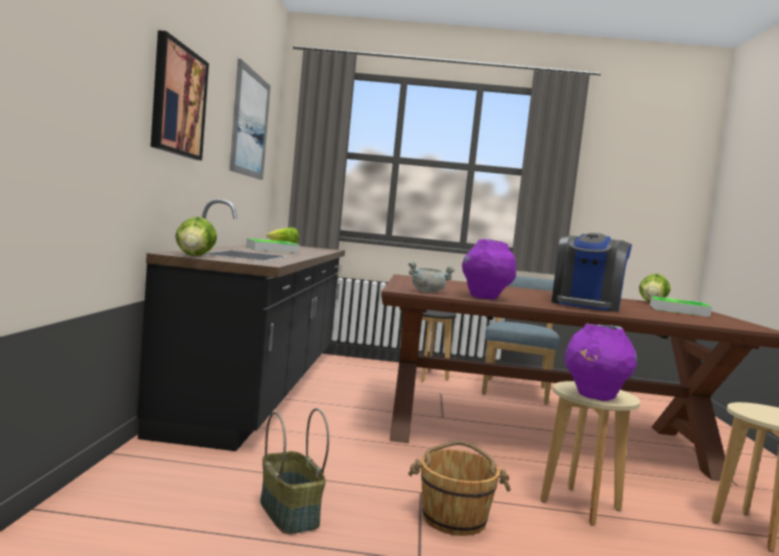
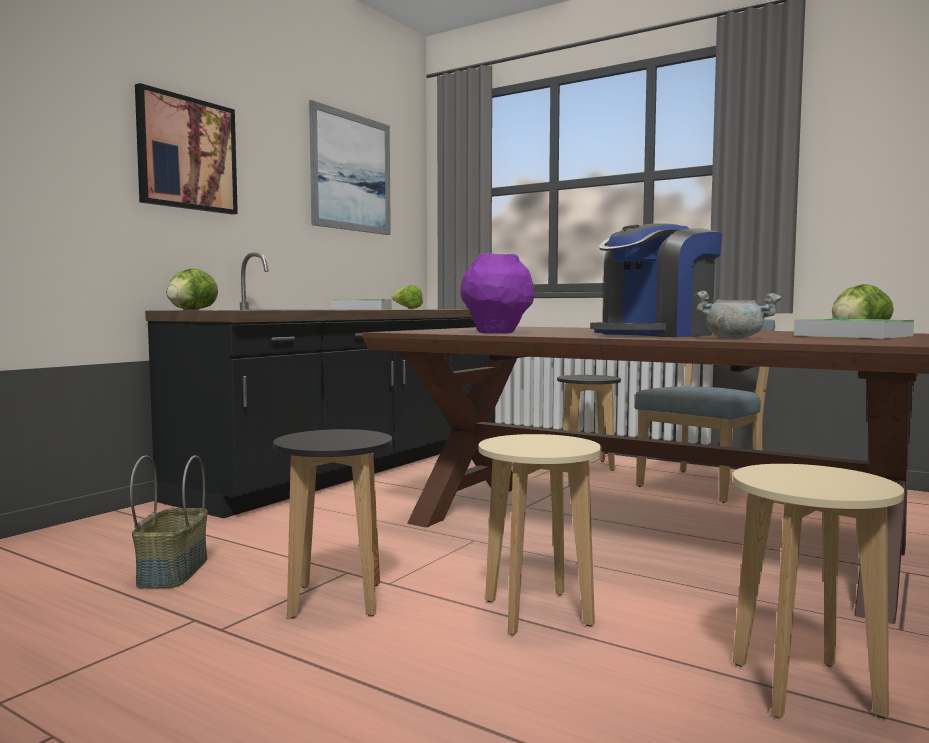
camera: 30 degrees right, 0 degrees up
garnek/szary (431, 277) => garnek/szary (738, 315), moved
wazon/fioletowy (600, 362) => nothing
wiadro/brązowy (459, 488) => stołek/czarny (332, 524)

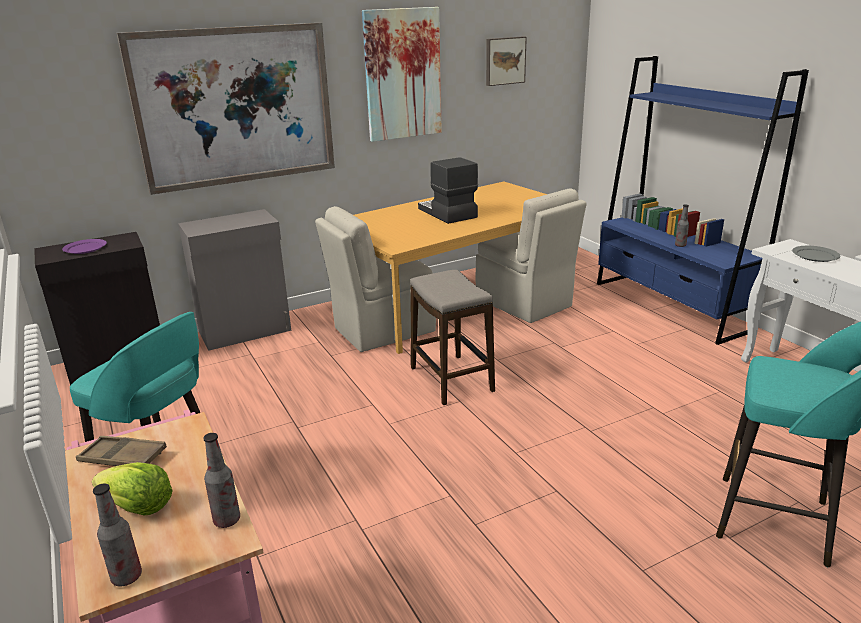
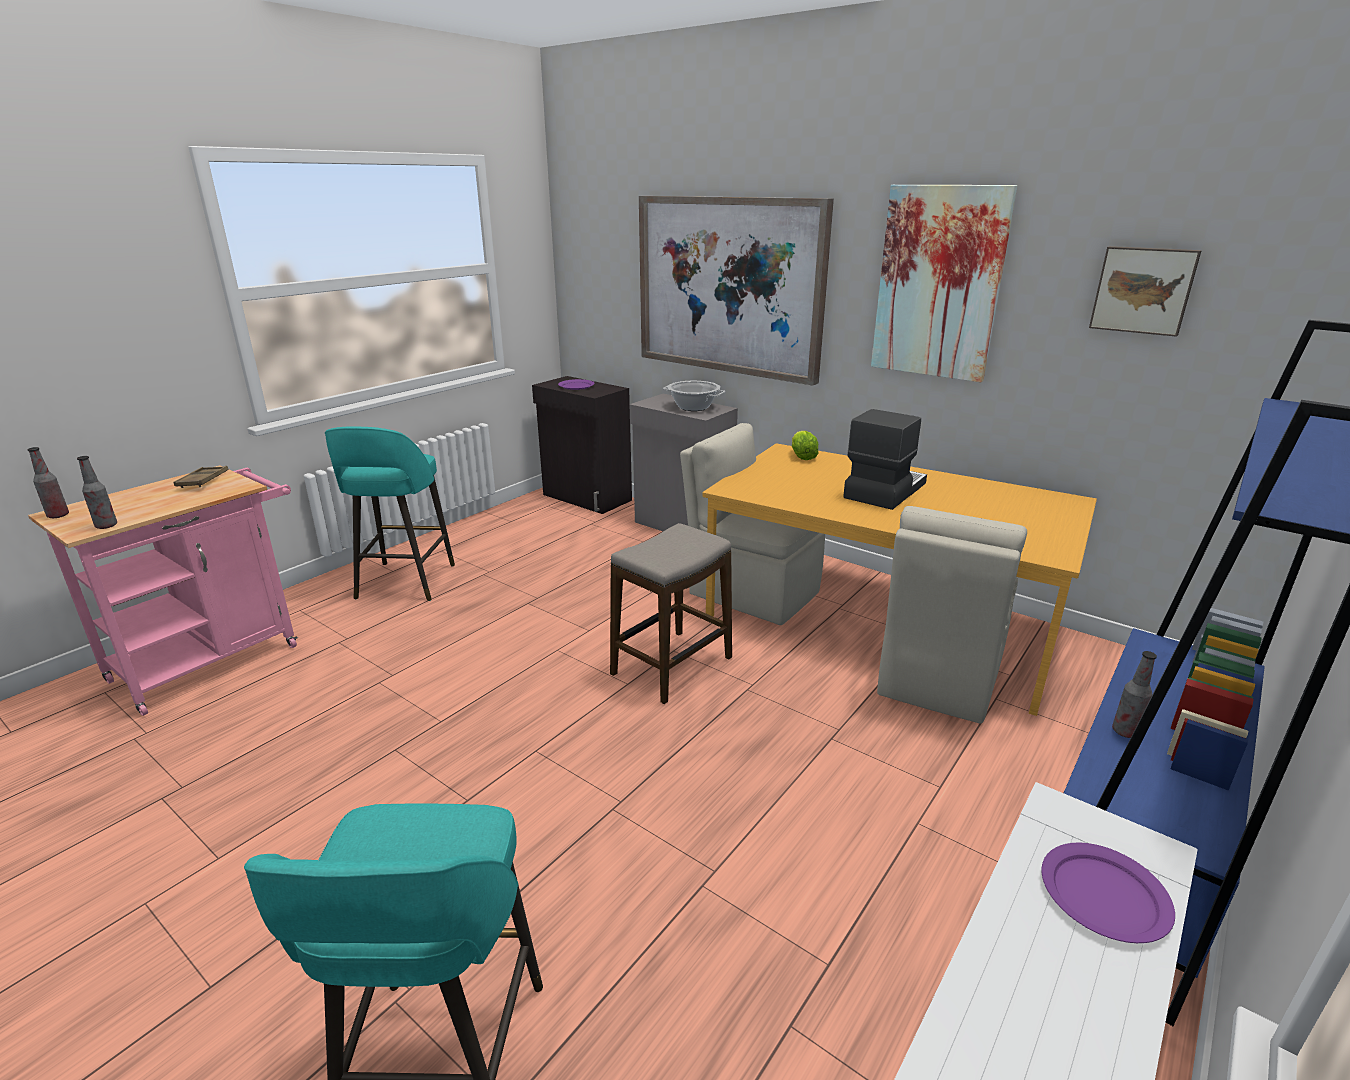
camera: 65 degrees right, 0 degrees up
talerz/szary (816, 254) => talerz/fioletowy (1108, 893)
sałata (132, 489) => sałata (805, 445), moved
nothing => garnek (694, 396)

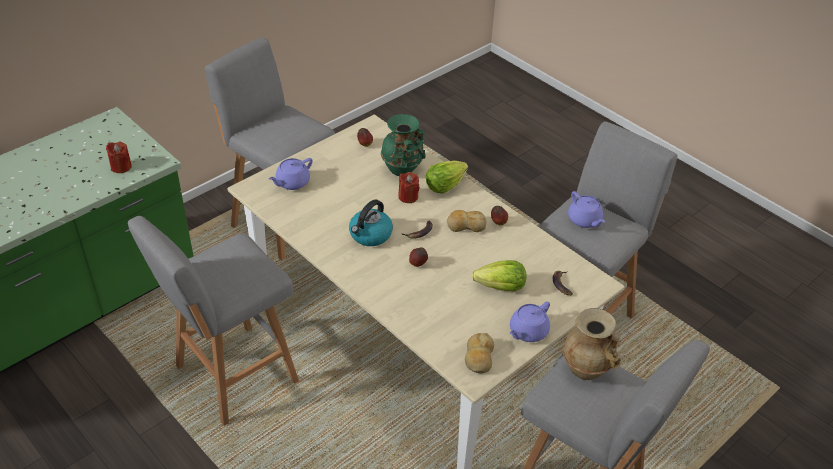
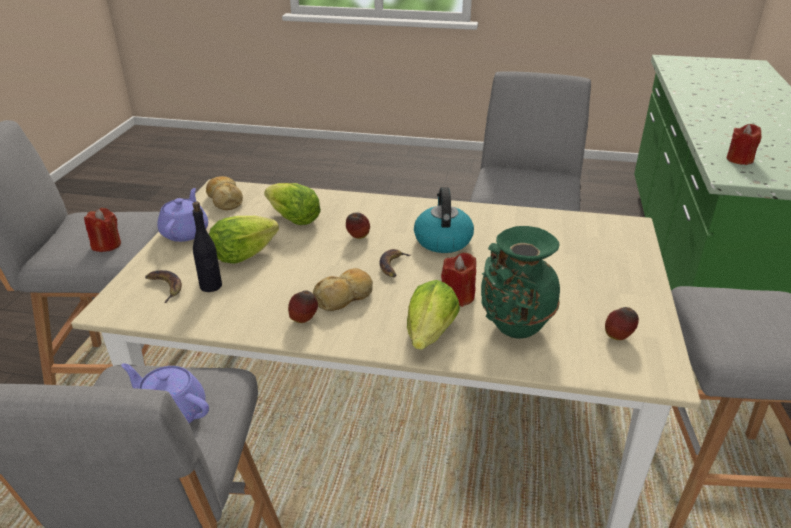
camera: 145 degrees right, 10 degrees down
imbryk/fioletowy (291, 174) => nothing
wazon/beżowy (592, 344) => świeca/czerwony (102, 230)
nothing => sałata (292, 204)
nothing => butelka/czarny (207, 247)

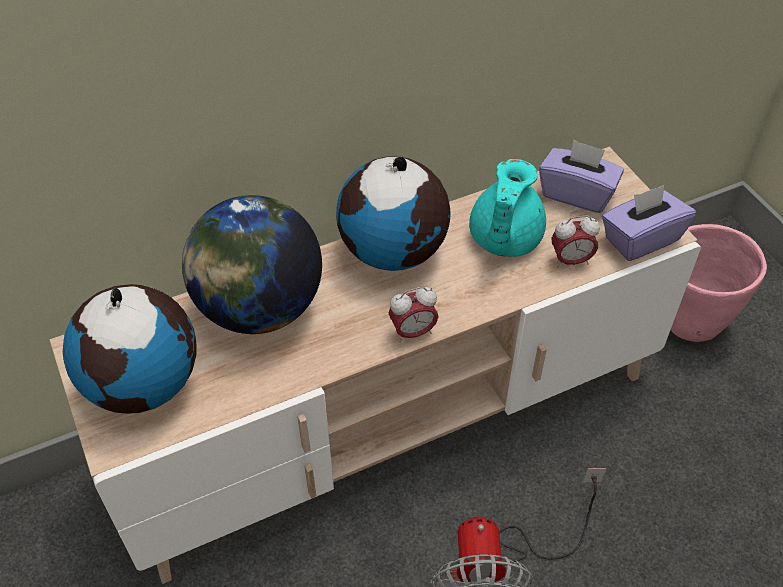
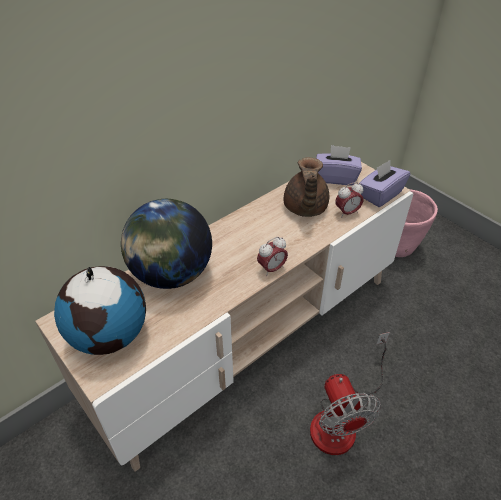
camera: 15 degrees left, 5 degrees down
globus (393, 213) => nothing
imbryk/turkusowy (507, 208) => imbryk/brązowy (306, 187)

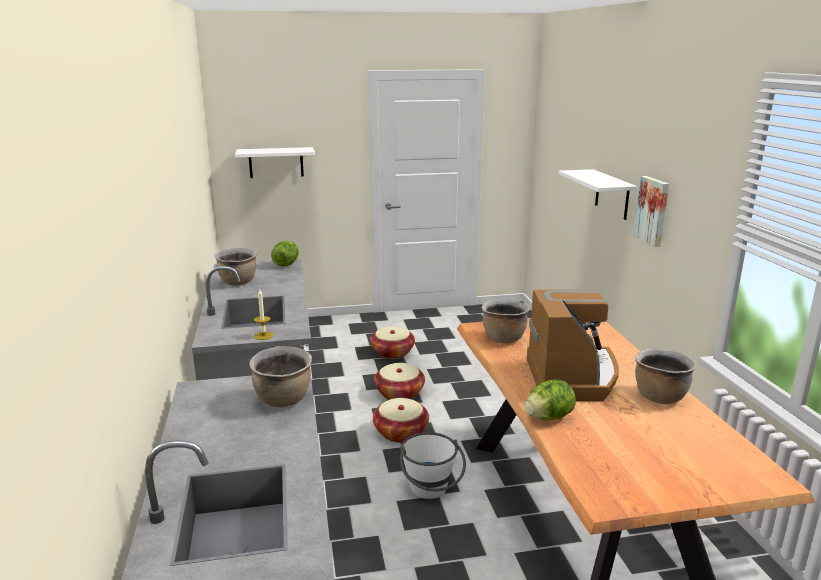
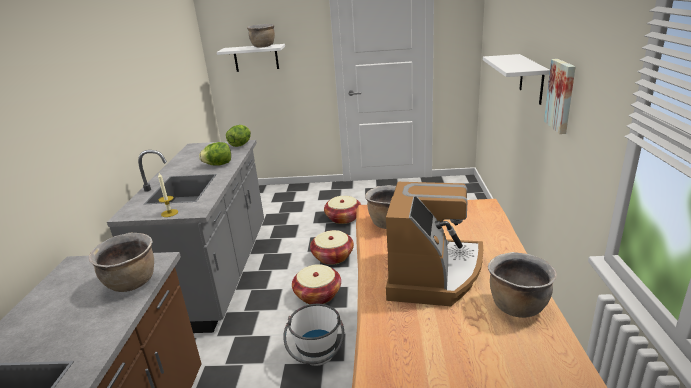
camera: 15 degrees right, 5 degrees up
garnek/brązowy (236, 266) => garnek/brązowy (261, 36), moved
sałata (550, 399) => sałata (215, 153), moved

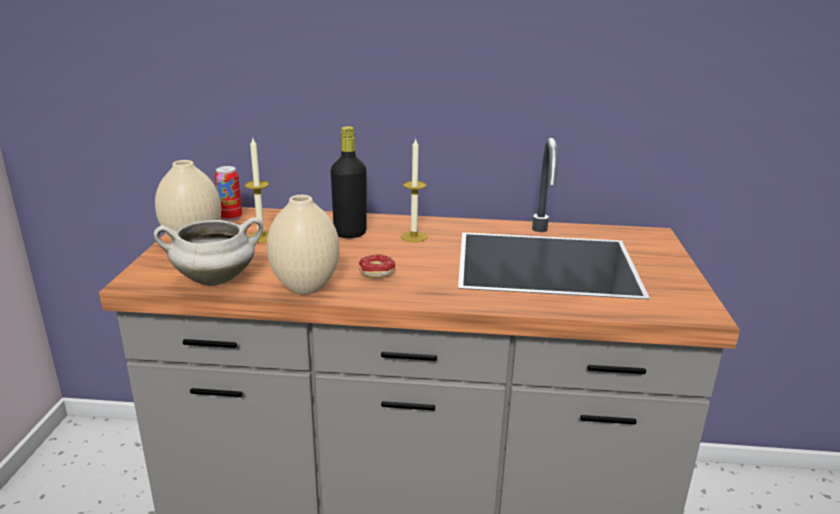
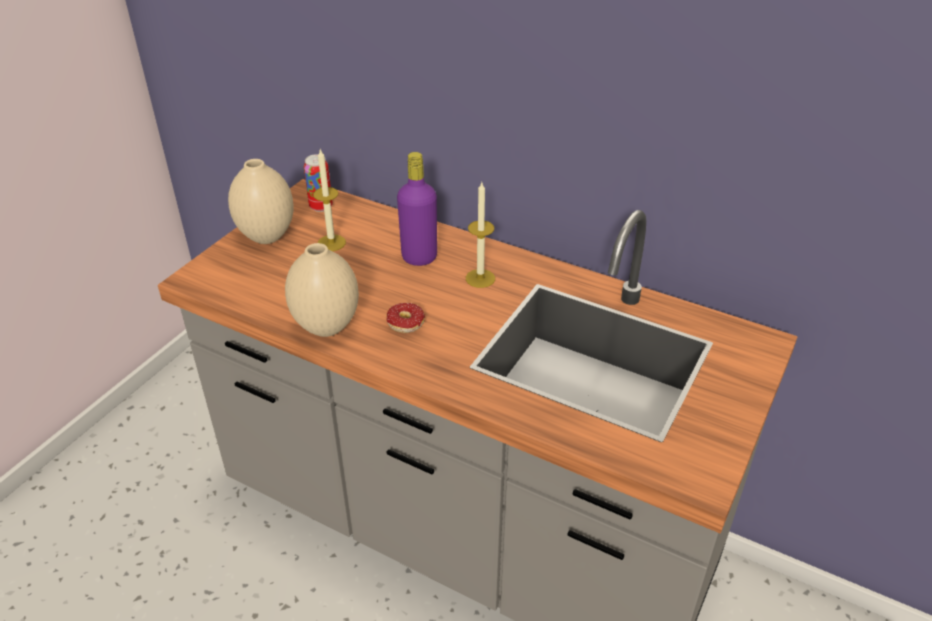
camera: 25 degrees right, 15 degrees up
butelka/czarny (349, 182) => butelka/fioletowy (417, 209)
garnek/biały (208, 252) => nothing

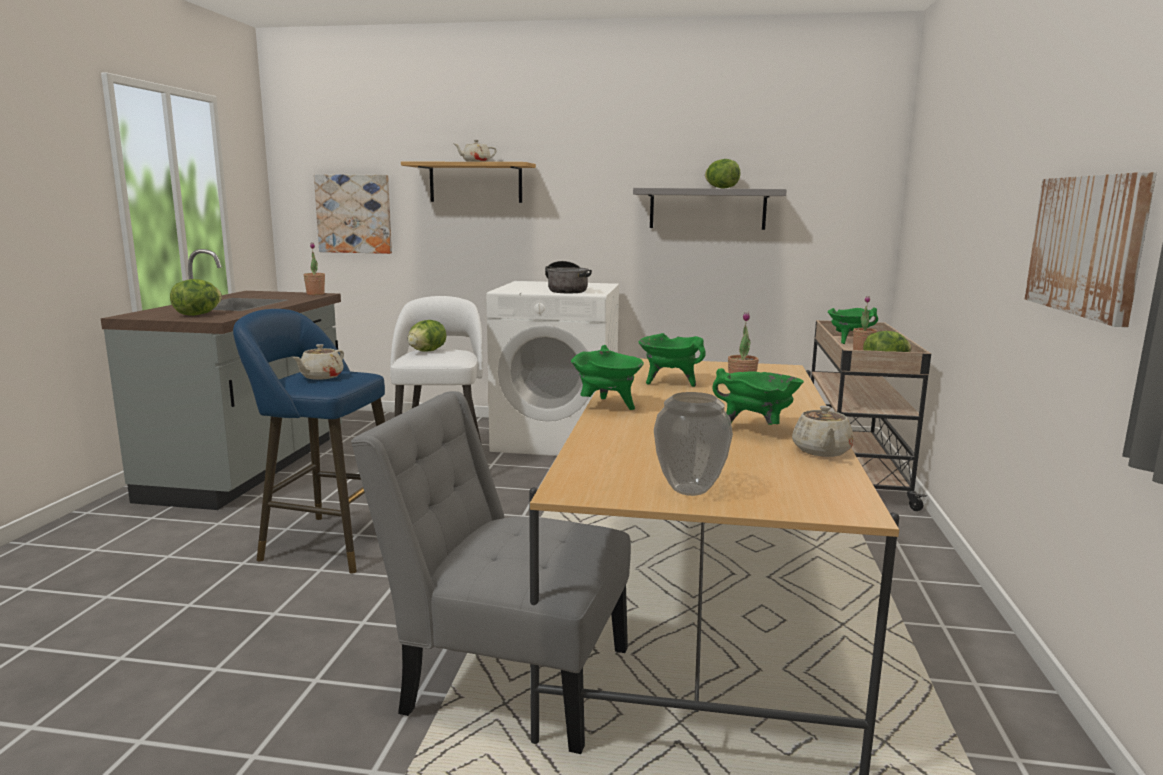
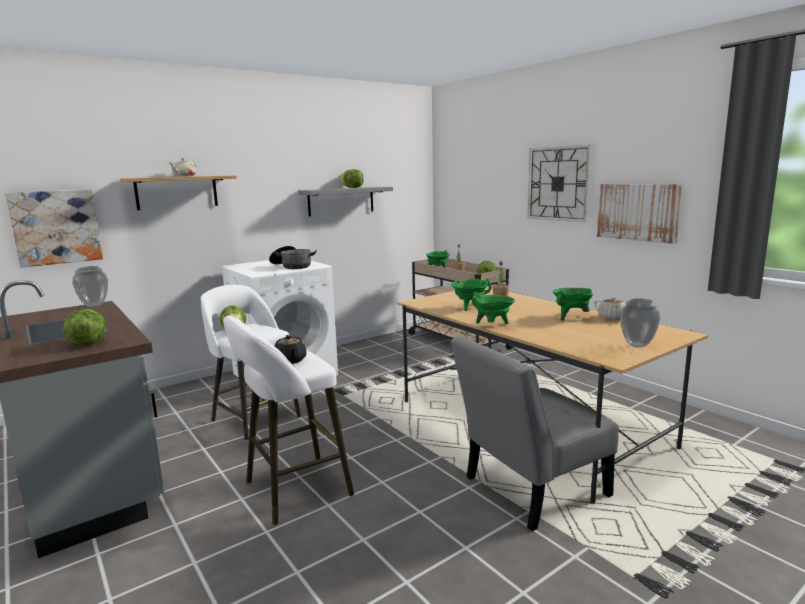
camera: 45 degrees left, 0 degrees up
roślina doniczkowa (314, 268) => wazon (90, 286)
stołek/niebieski (309, 441) => stołek/biały (288, 420)
imbryk/beżowy (318, 362) => imbryk/czarny (291, 349)
nothing => zegar ścienny (559, 183)

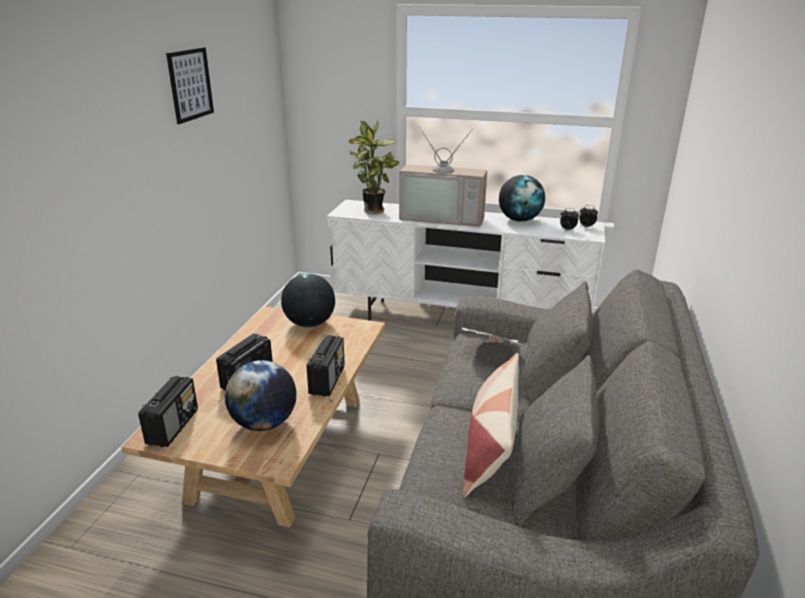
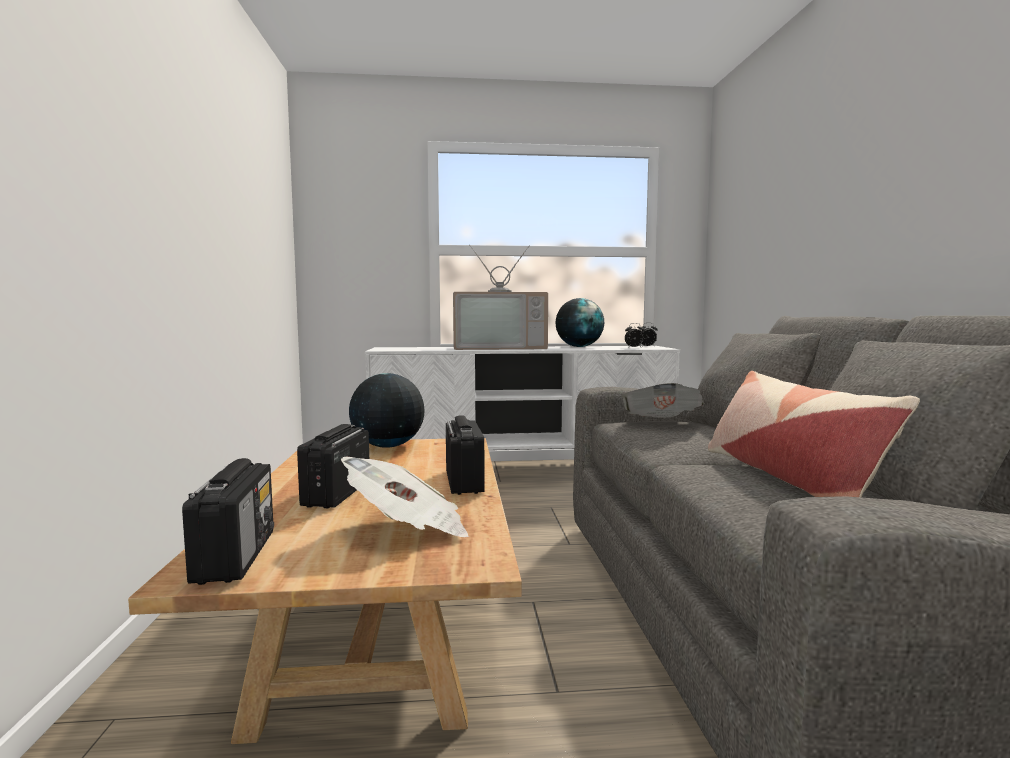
camera: 20 degrees left, 20 degrees down
obraz (190, 85) => nothing
roślina doniczkowa (373, 167) => nothing
globus (260, 395) => gazeta (405, 497)

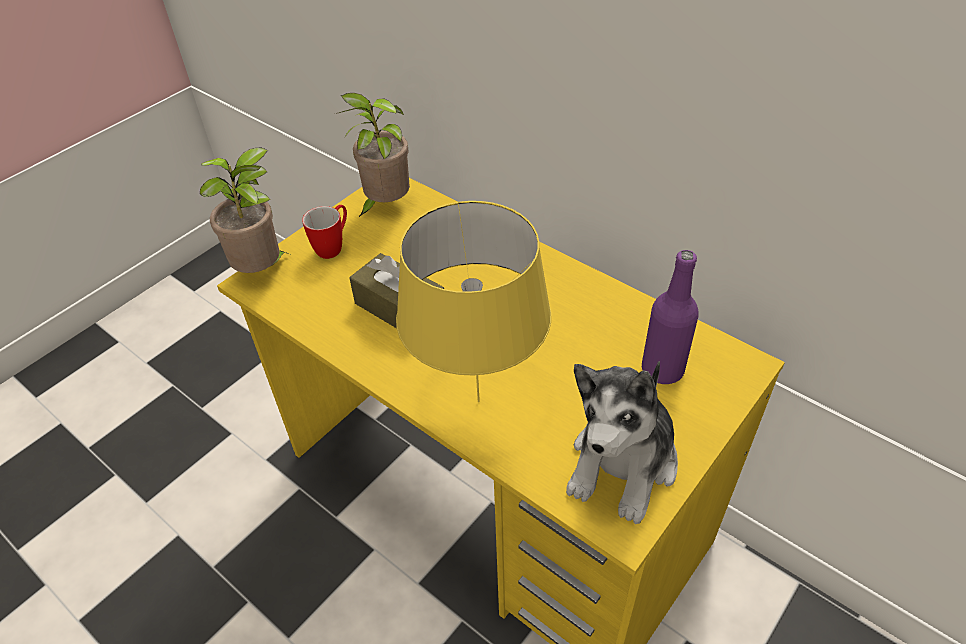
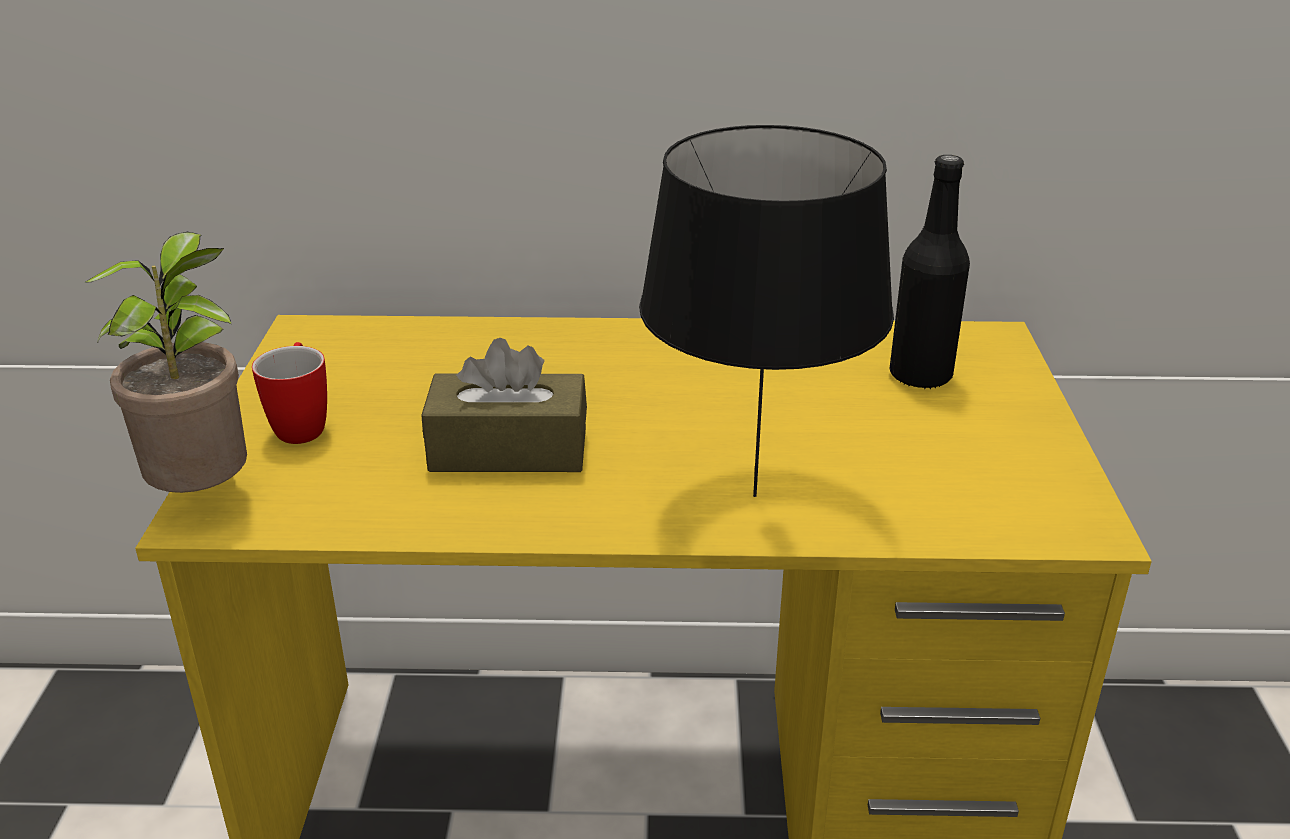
camera: 40 degrees left, 15 degrees down
roślina doniczkowa (373, 155) => nothing
lampa stołowa/żółty (473, 301) => lampa stołowa/czarny (766, 311)
butelka/fioletowy (670, 317) => butelka/czarny (929, 272)
pluszak (622, 442) => nothing

